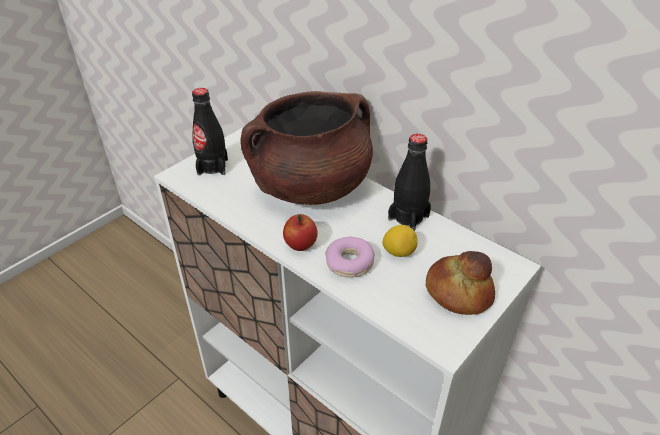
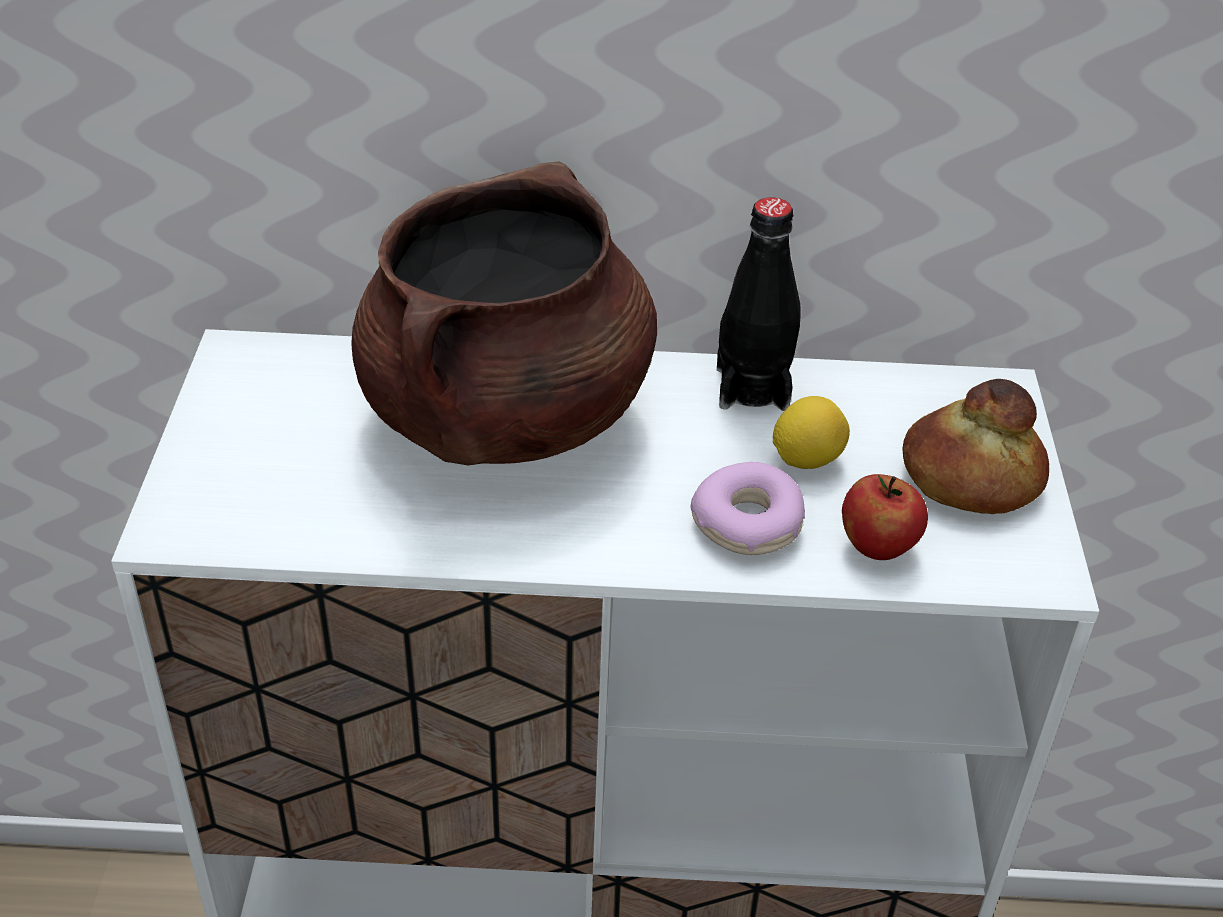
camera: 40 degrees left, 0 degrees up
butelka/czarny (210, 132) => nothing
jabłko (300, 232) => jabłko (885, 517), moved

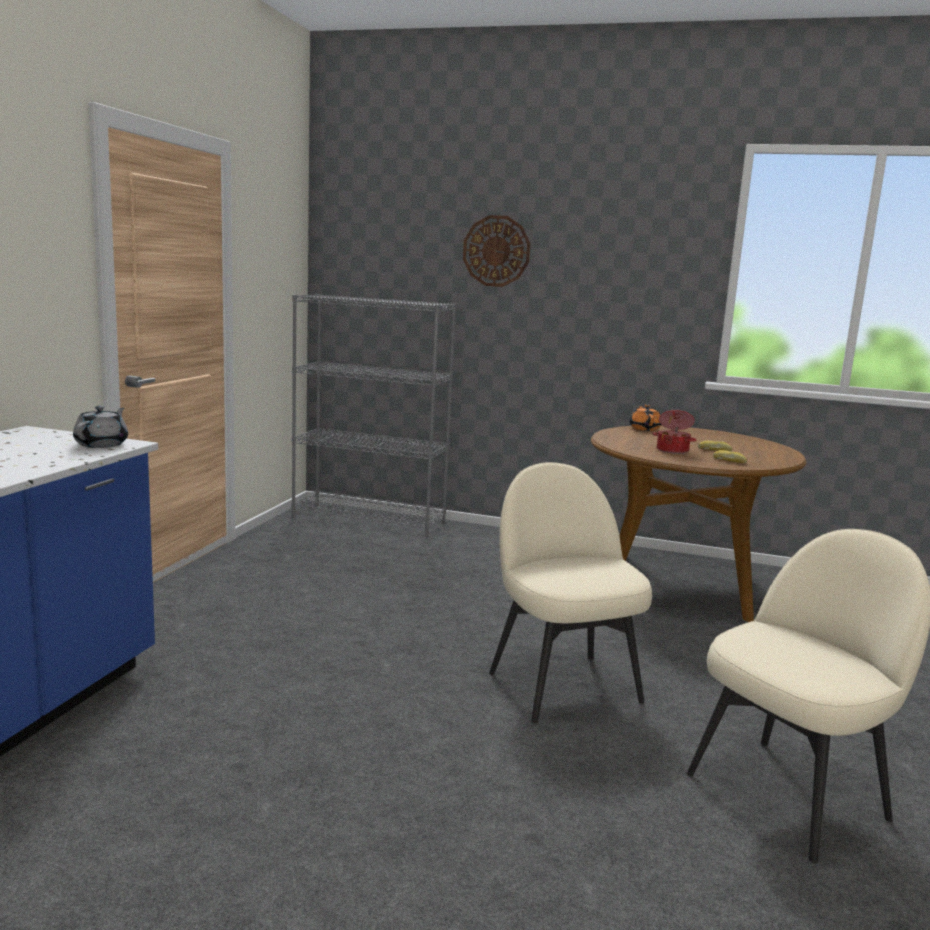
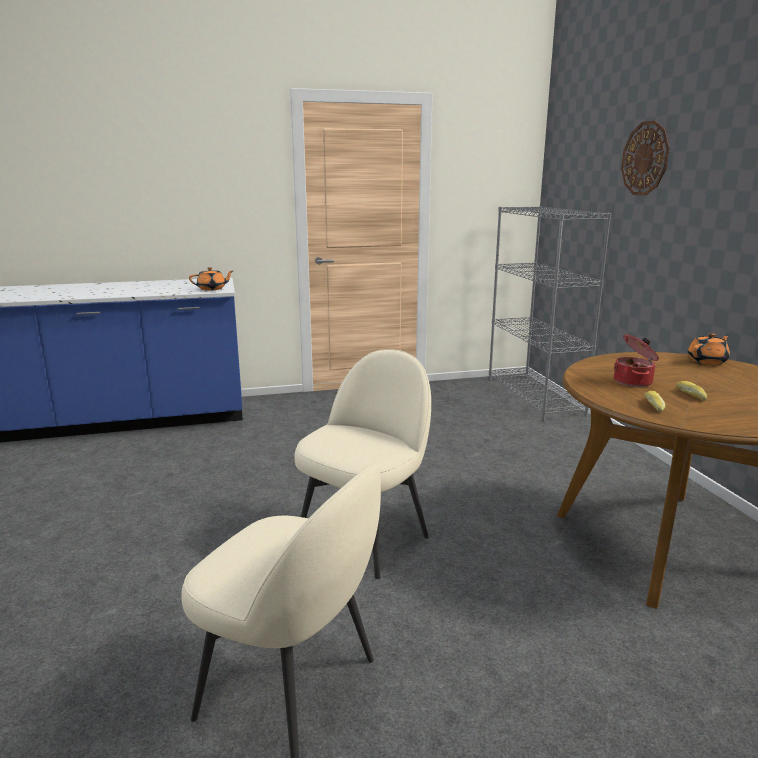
camera: 60 degrees right, 5 degrees up
imbryk/szary (100, 427) => imbryk/pomarańczowy (211, 279)

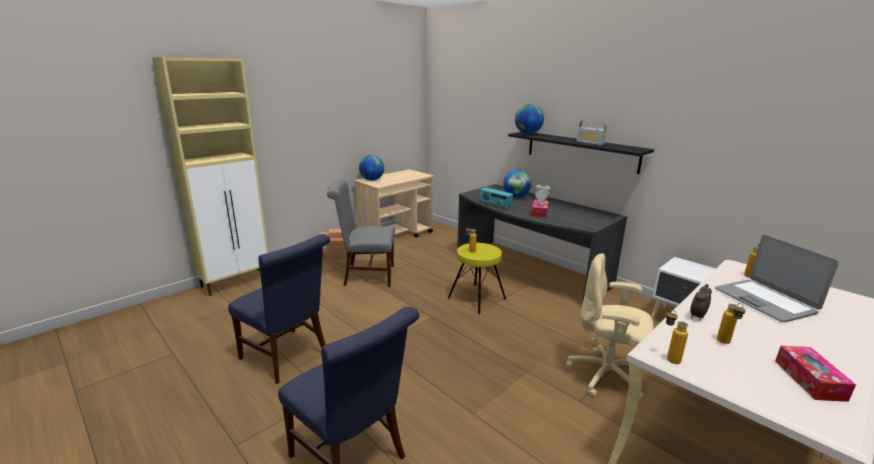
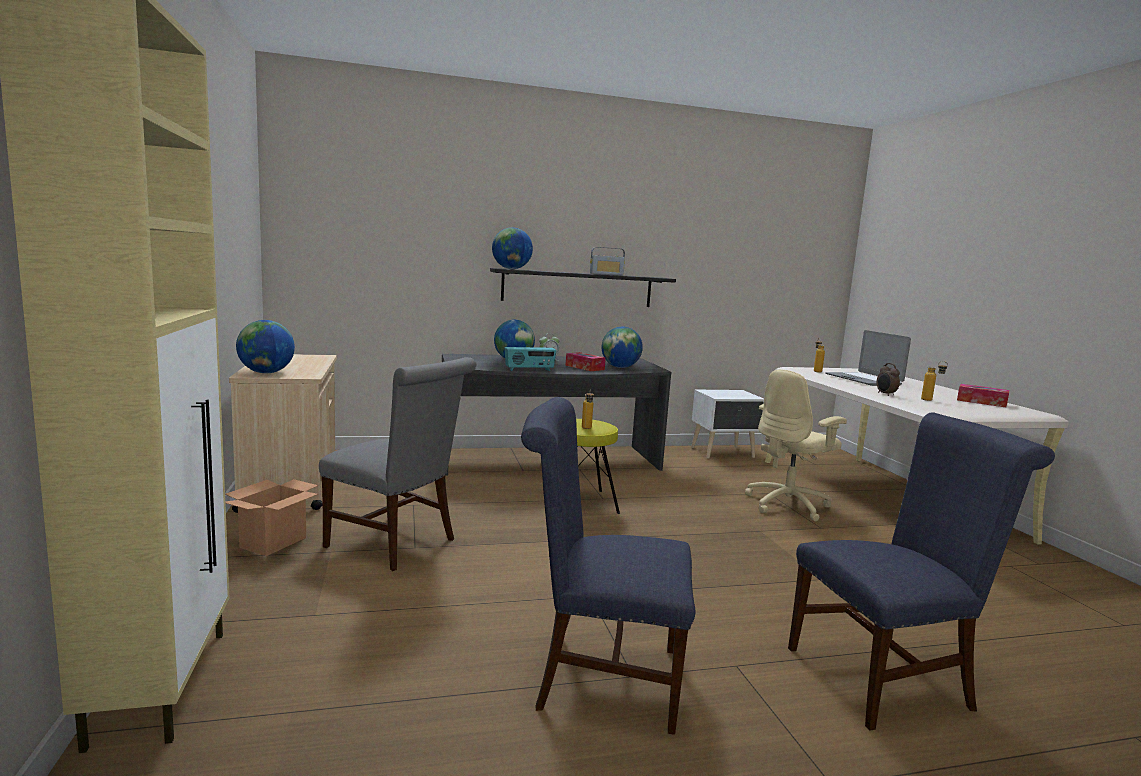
camera: 60 degrees left, 10 degrees down
krzesło/szary (361, 232) => krzesło/szary (398, 464), 90 degrees counterclockwise
krzesło/niebieski (279, 309) => krzesło/niebieski (608, 566), 150 degrees counterclockwise
laptop (777, 278) => laptop (868, 358), 60 degrees clockwise
butelka (677, 336) => nothing
nothing => globus (622, 347)

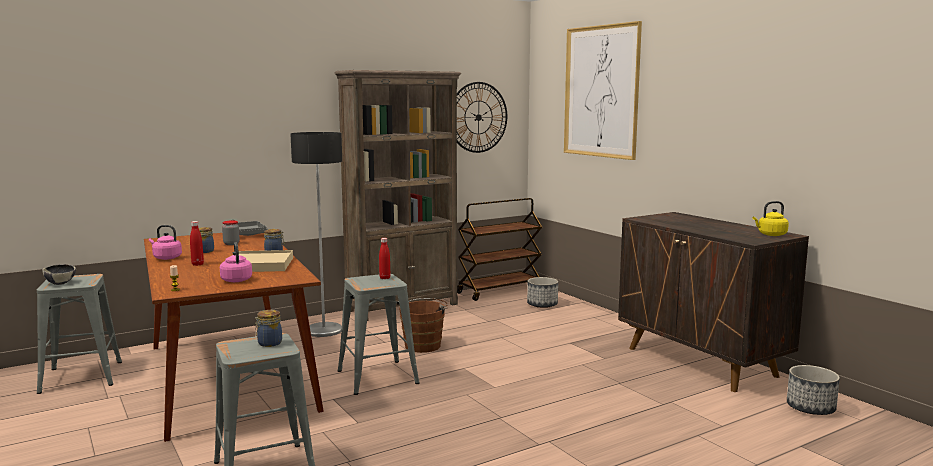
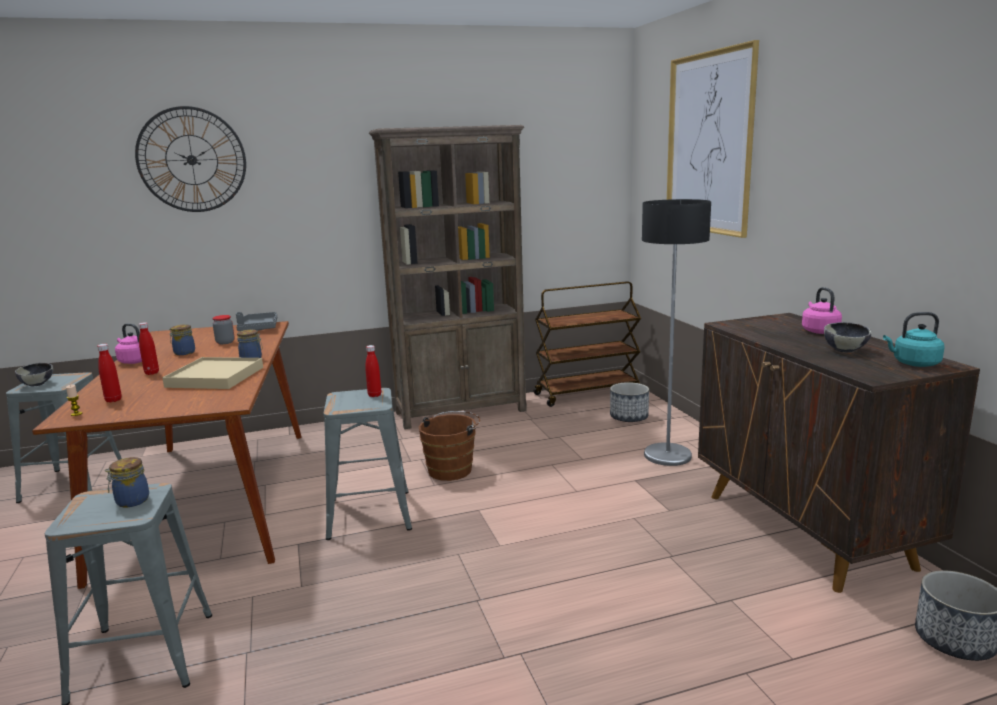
camera: 15 degrees right, 5 degrees up
zegar ścienny (482, 117) => zegar ścienny (190, 159), moved
lampa stojąca (316, 234) => lampa stojąca (676, 332), moved
czajnik/żółty (770, 218) => czajnik/turkusowy (913, 339)
czajnik/różowy (236, 262) => czajnik/różowy (822, 310), moved
nothing => miska (848, 337)
nothing => butelka/czerwony (109, 373)

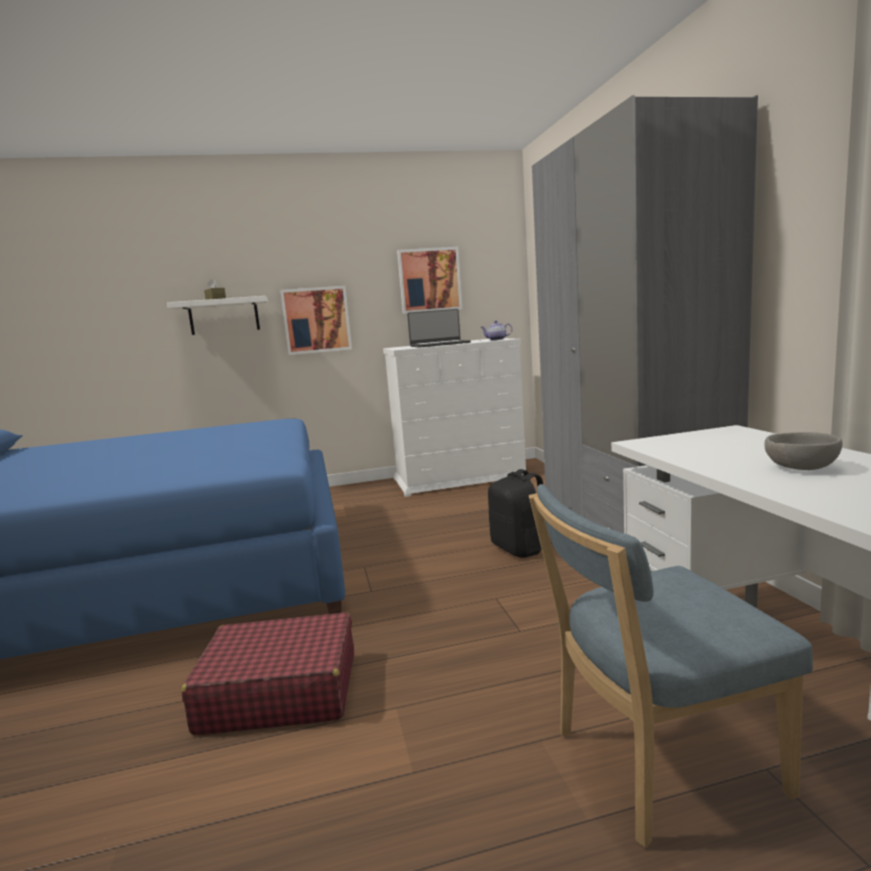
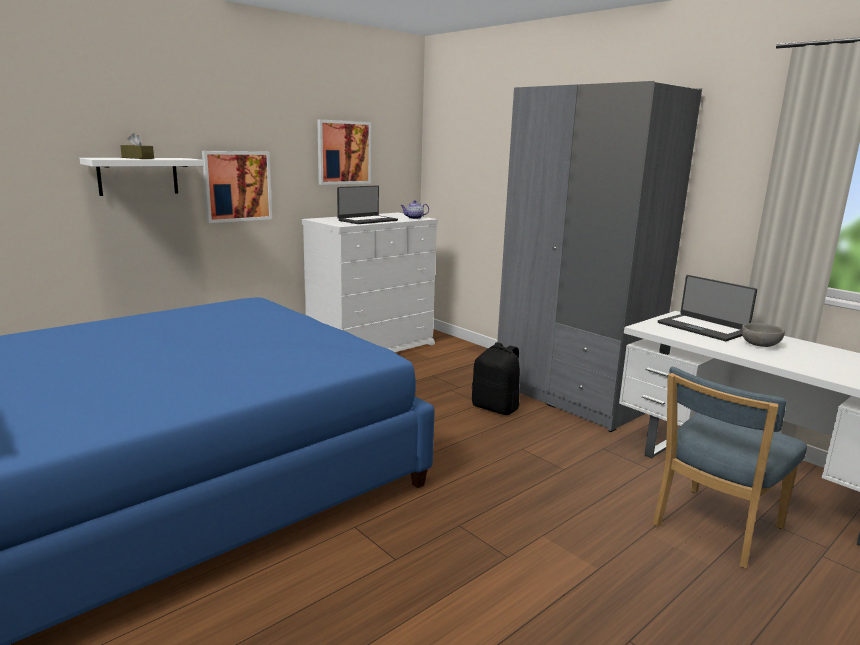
camera: 30 degrees left, 5 degrees up
walizka/czerwony (267, 673) => nothing
nothing => laptop (707, 308)

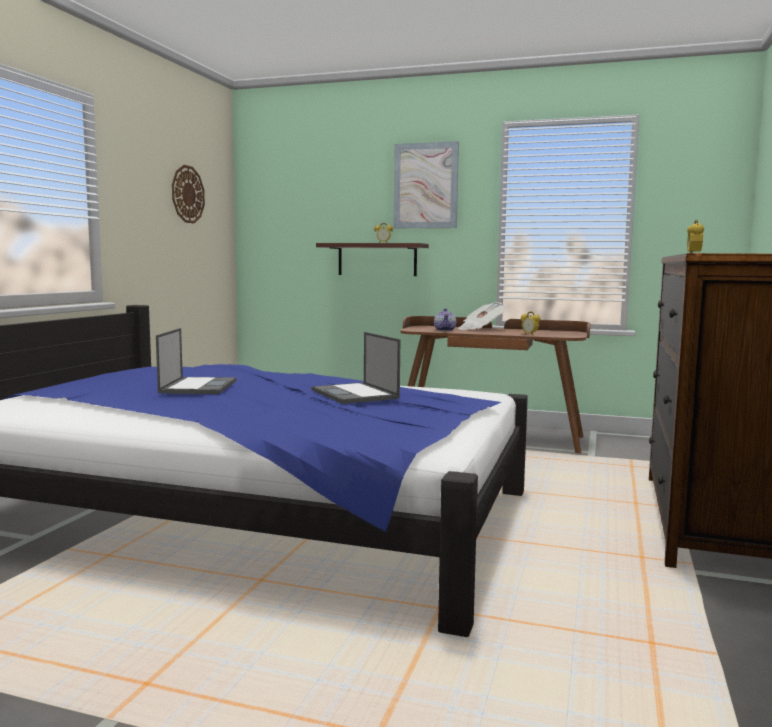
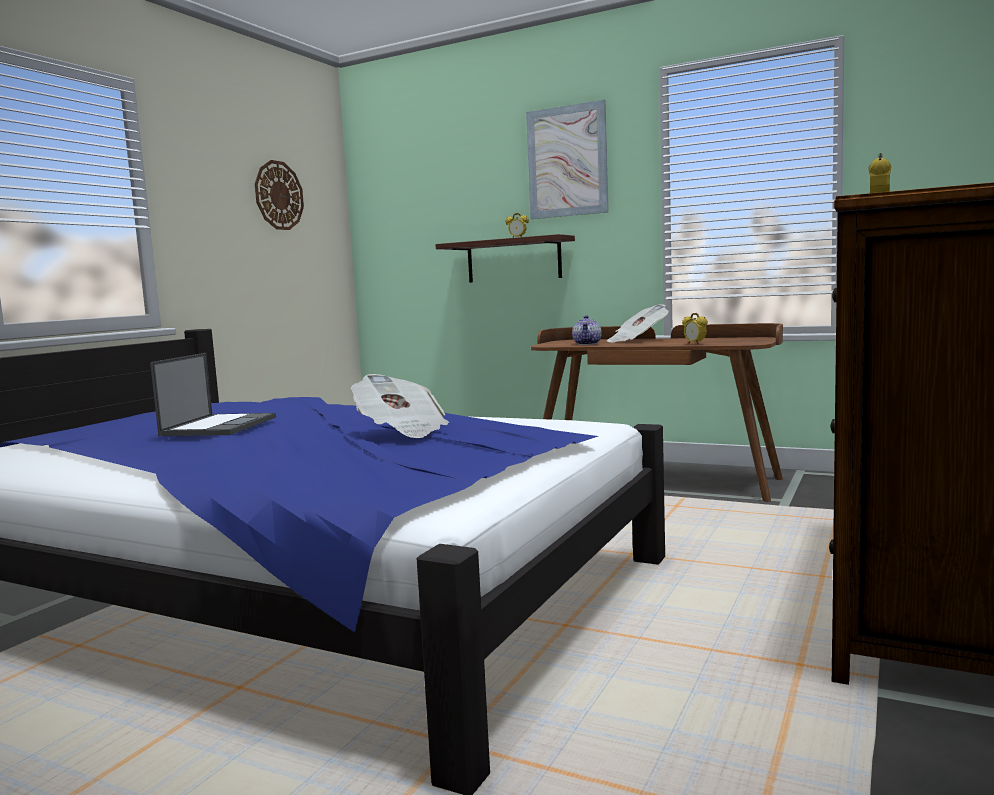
camera: 10 degrees right, 0 degrees up
laptop (355, 368) => gazeta (400, 406)

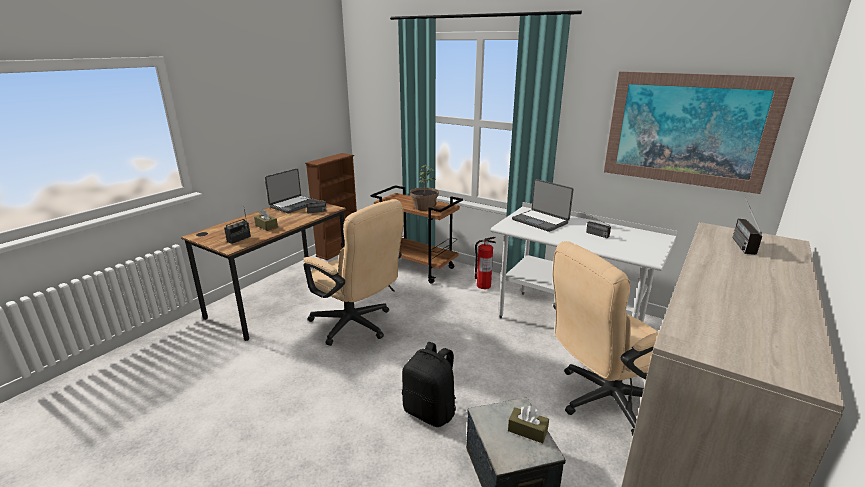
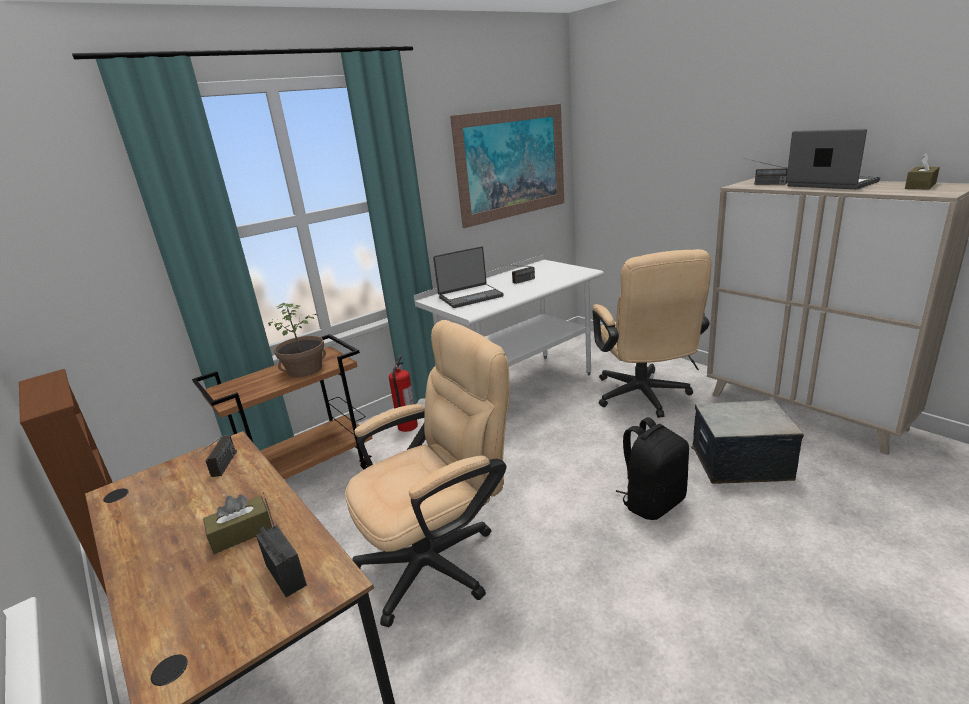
camera: 70 degrees left, 0 degrees up
laptop (292, 190) => laptop (833, 159), moved
pudełko chusteczek/brązowy (528, 424) => pudełko chusteczek/brązowy (922, 171), moved

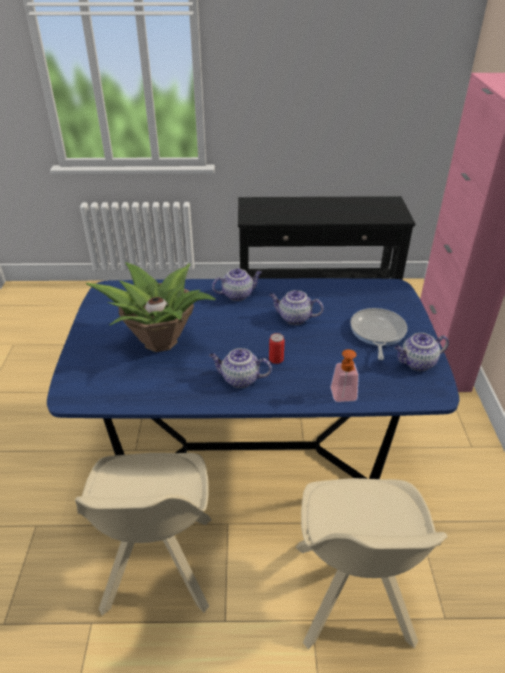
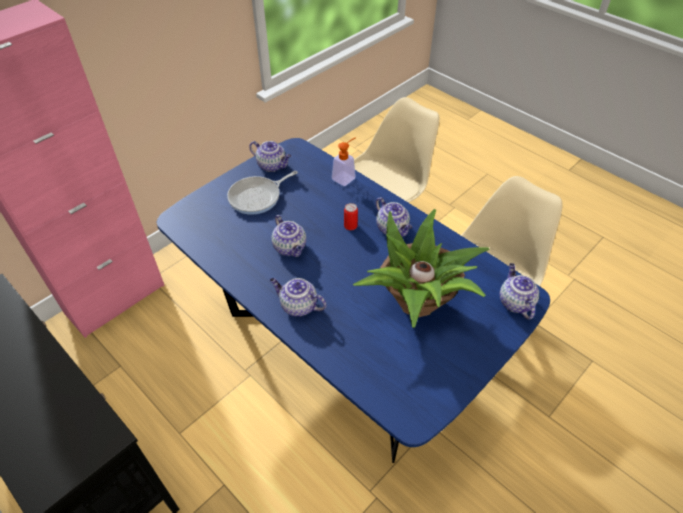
camera: 135 degrees left, 10 degrees up
nothing => imbryk (519, 291)

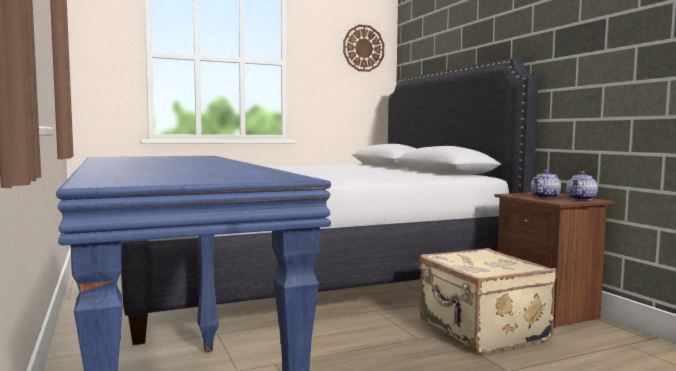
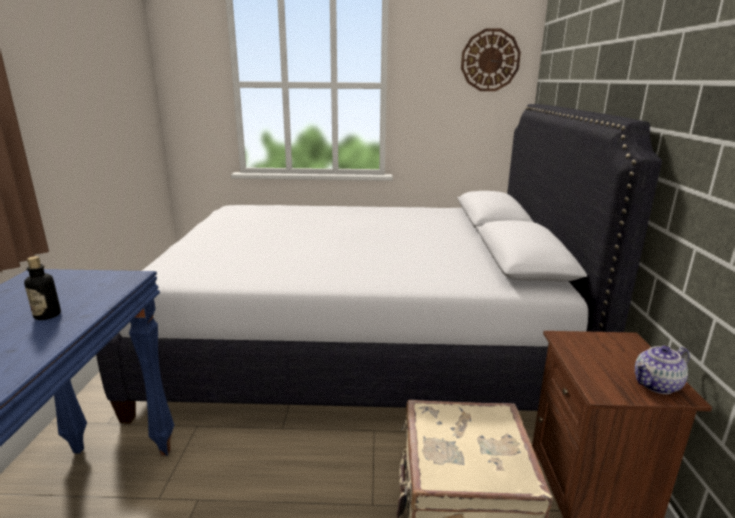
camera: 25 degrees right, 15 degrees up
imbryk (546, 184) => nothing
nothing => butelka (42, 288)

